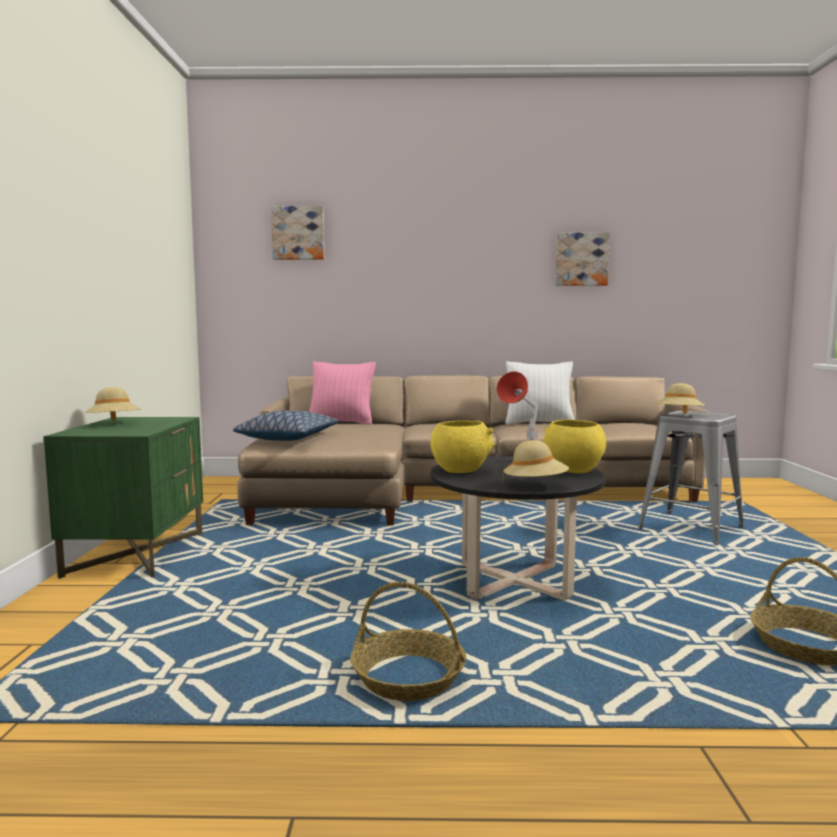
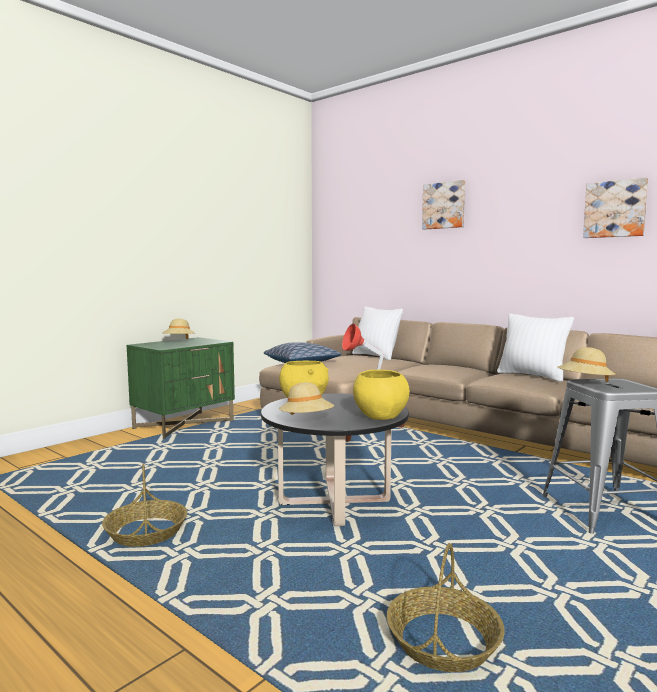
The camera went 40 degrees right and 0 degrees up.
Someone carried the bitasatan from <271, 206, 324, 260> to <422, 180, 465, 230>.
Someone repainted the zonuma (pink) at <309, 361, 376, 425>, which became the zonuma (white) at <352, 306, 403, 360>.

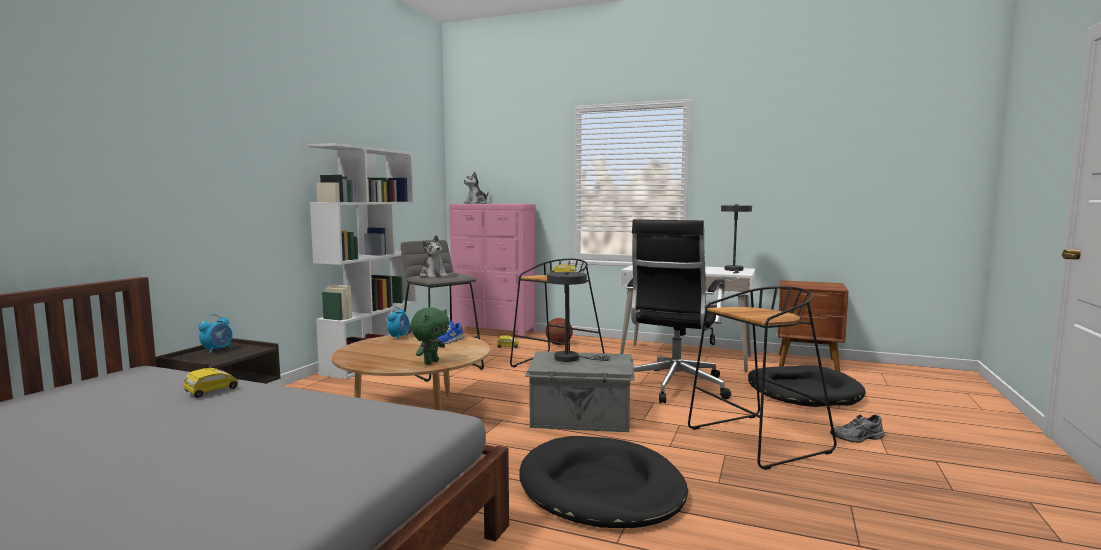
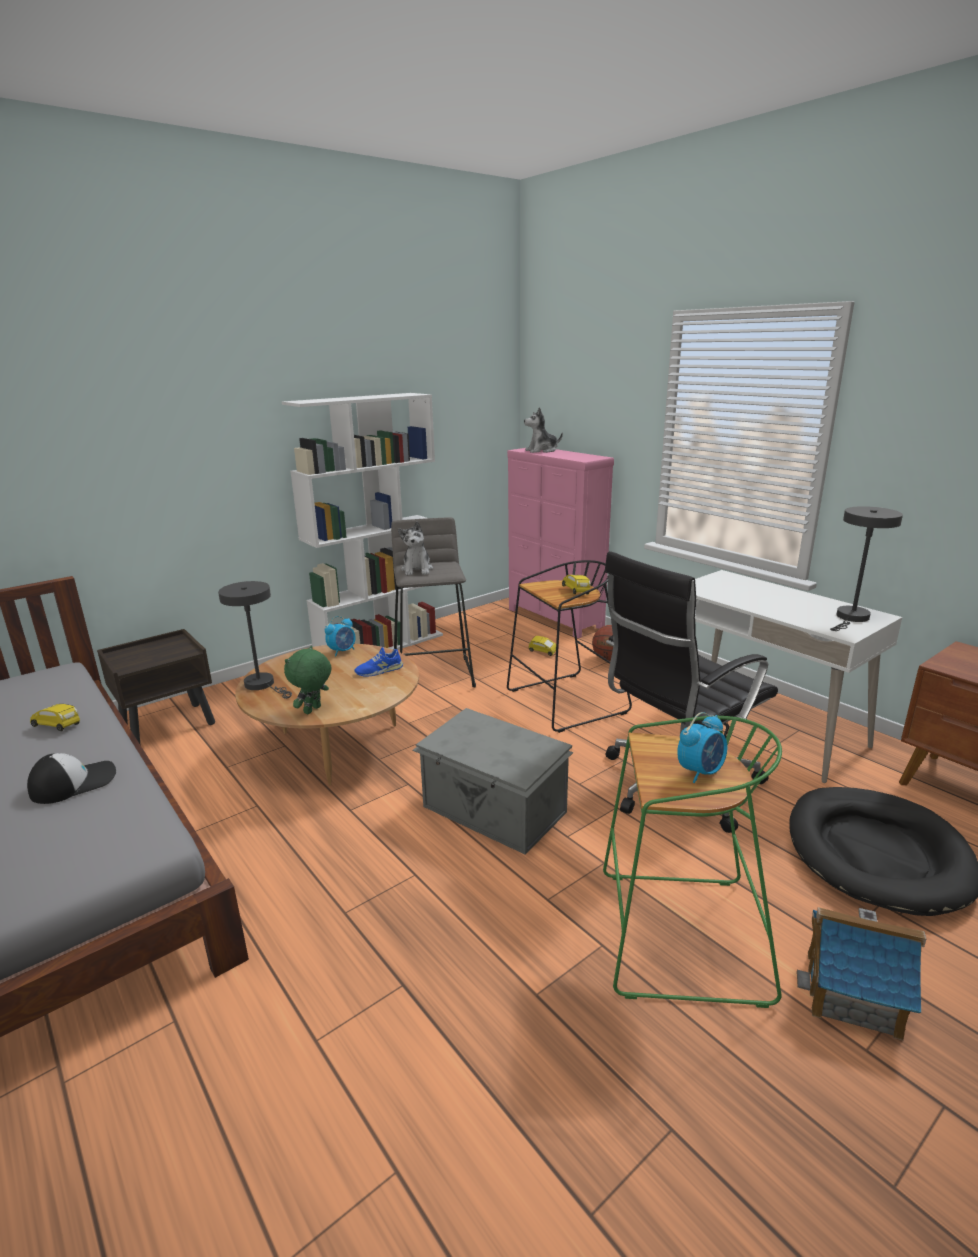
The camera went 30 degrees right and 15 degrees up.
Someone carried the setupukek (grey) from <547, 272, 610, 362> to <218, 581, 292, 699>.
Someone repainted the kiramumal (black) at <688, 286, 837, 470>, which became the kiramumal (green) at <603, 716, 782, 1008>.
Someone rotated the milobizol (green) at <410, 308, 449, 365> by 150 degrees clockwise.
Someone carried the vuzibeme from <199, 314, 232, 353> to <677, 712, 727, 783>.
Someone rotated the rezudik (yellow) at <183, 368, 238, 398> by 135 degrees counterclockwise.
Someone swapped the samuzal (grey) at <830, 415, 884, 443> for the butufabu at <797, 907, 926, 1041>.
Someone took away the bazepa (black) at <519, 436, 688, 528>.
Someone put down the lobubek at <27, 753, 116, 804>.

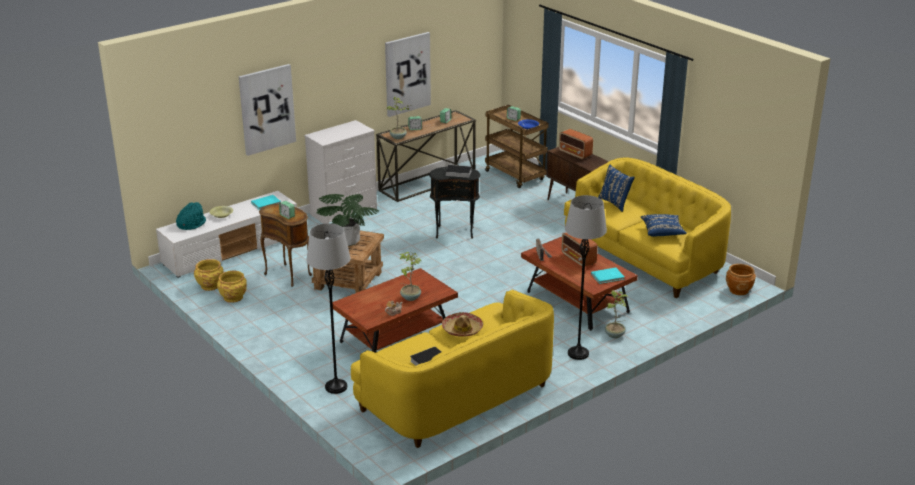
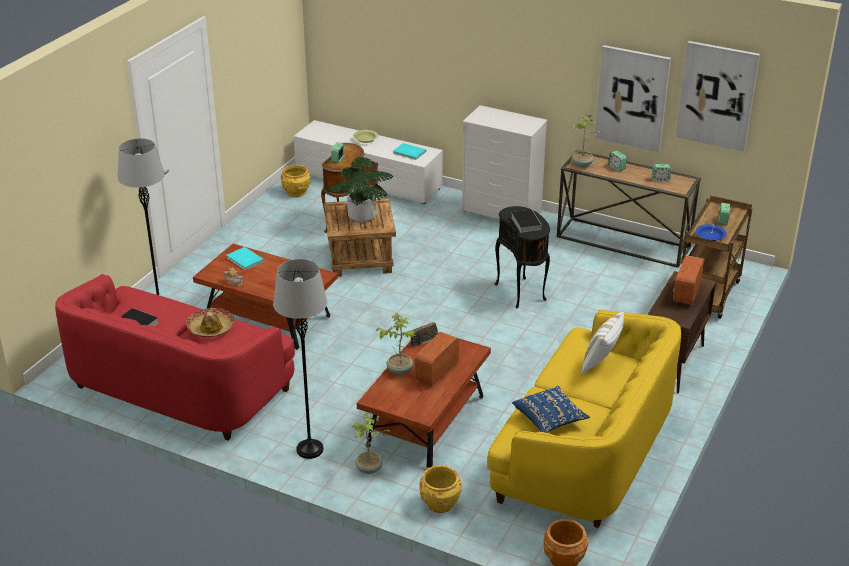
The camera went 65 degrees right and 5 degrees up.
Someone carried the bitasatan from <239, 64, 296, 156> to <676, 41, 760, 152>.
Someone repainted the zonuma (blue) at <598, 164, 635, 212>, which became the zonuma (white) at <581, 312, 624, 374>.
Someone took away the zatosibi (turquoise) at <176, 202, 206, 230>.
Someone carried the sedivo from <400, 252, 421, 301> to <376, 313, 416, 375>.
Someone carried the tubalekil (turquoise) from <591, 268, 625, 284> to <226, 247, 264, 270>.
Someone carried the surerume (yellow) from <217, 271, 247, 303> to <419, 465, 462, 513>.
Someone repainted the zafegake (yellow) at <351, 290, 554, 448>, which became the zafegake (red) at <55, 274, 295, 441>.

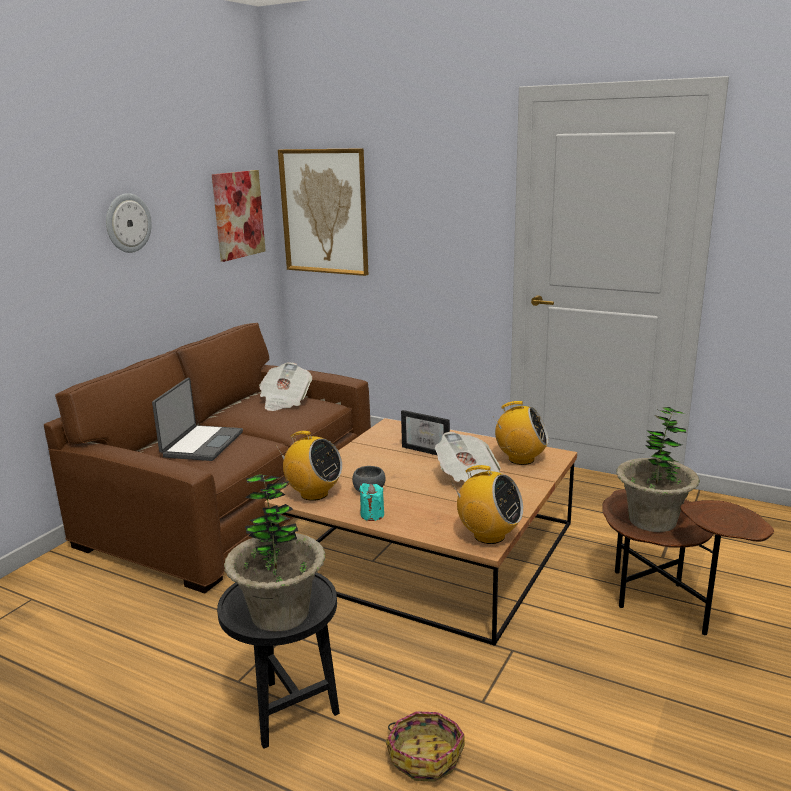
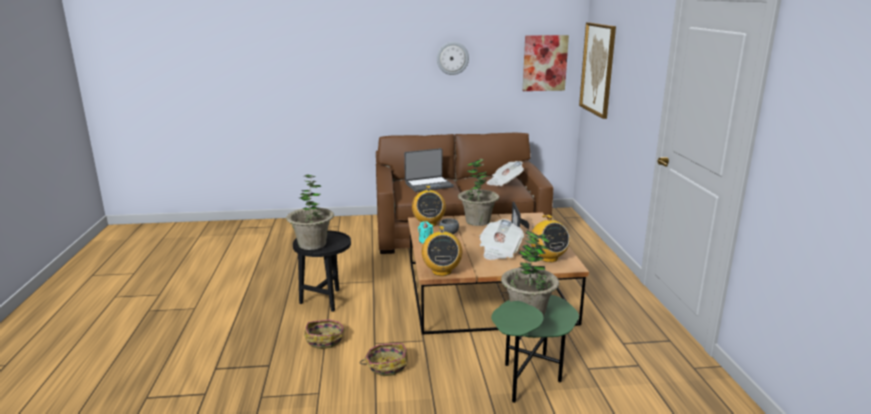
The camera went 55 degrees right and 0 degrees up.
Someone repainted the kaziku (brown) at <602, 489, 774, 635>, which became the kaziku (green) at <491, 295, 579, 403>.
Someone put down the sedivo at <458, 158, 499, 226>.
Someone put down the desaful at <360, 343, 408, 376>.

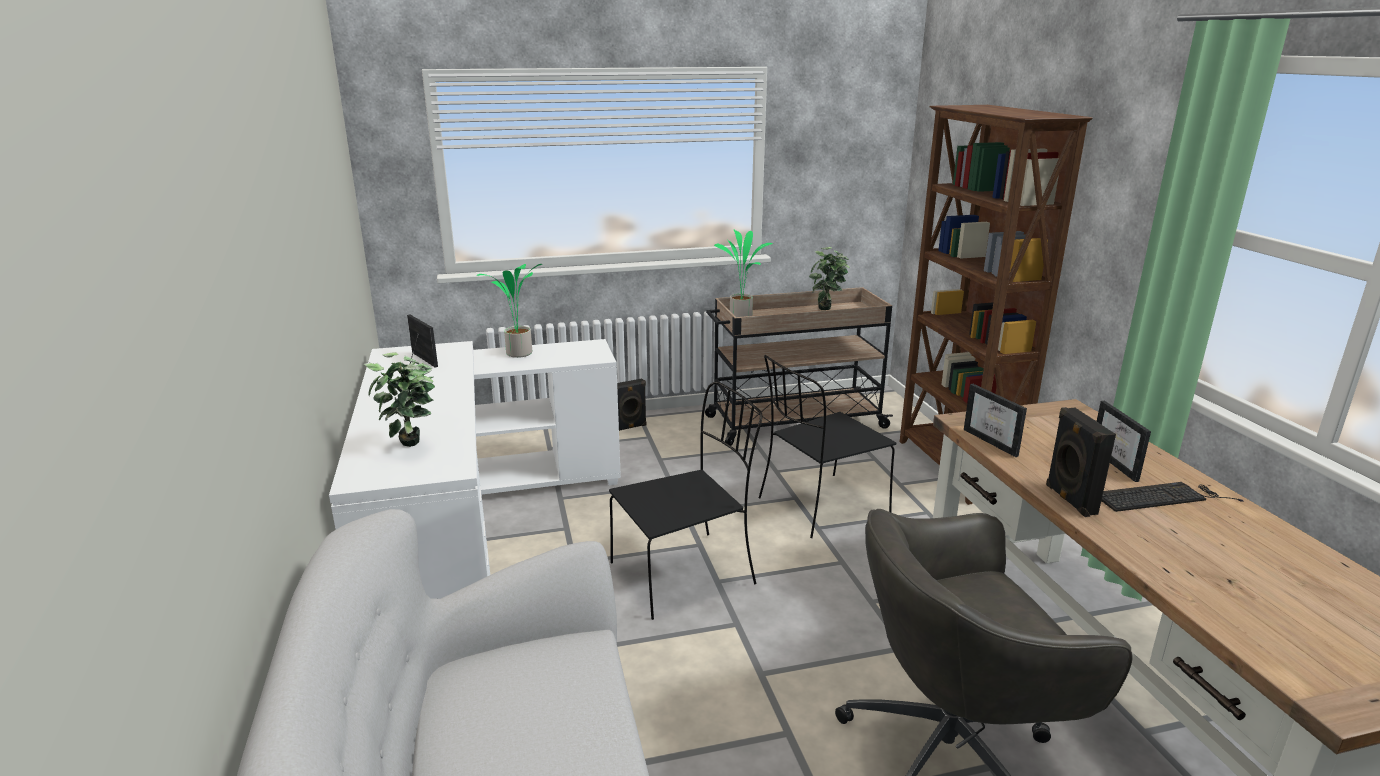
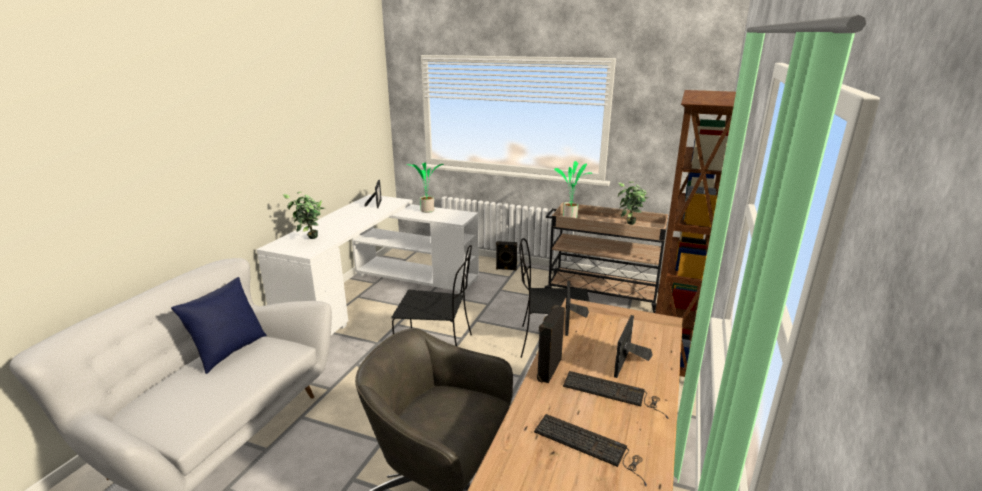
The camera went 35 degrees right and 0 degrees up.
Someone put down the zonuma (blue) at <171, 277, 267, 374>.
Someone put down the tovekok at <534, 414, 647, 486>.

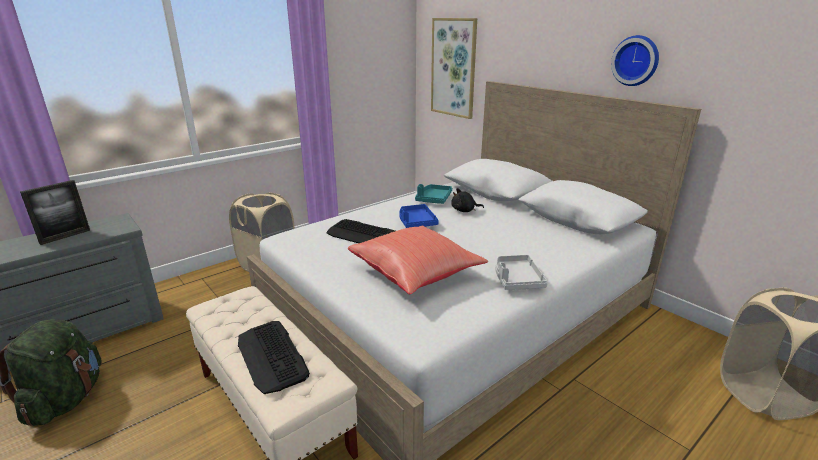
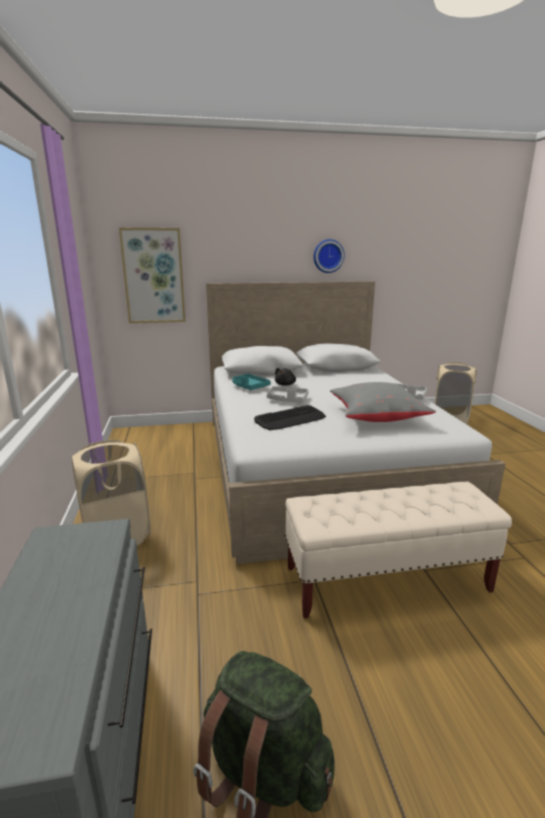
The camera went 60 degrees left and 5 degrees down.
Someone took away the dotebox at <20, 180, 90, 245>.
Someone repainted the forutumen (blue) at <399, 204, 439, 228>, which became the forutumen (grey) at <267, 386, 309, 403>.
Someone repainted the zonuma (red) at <348, 226, 488, 295>, which became the zonuma (grey) at <330, 382, 436, 422>.
Someone took away the tovekok at <238, 321, 310, 394>.

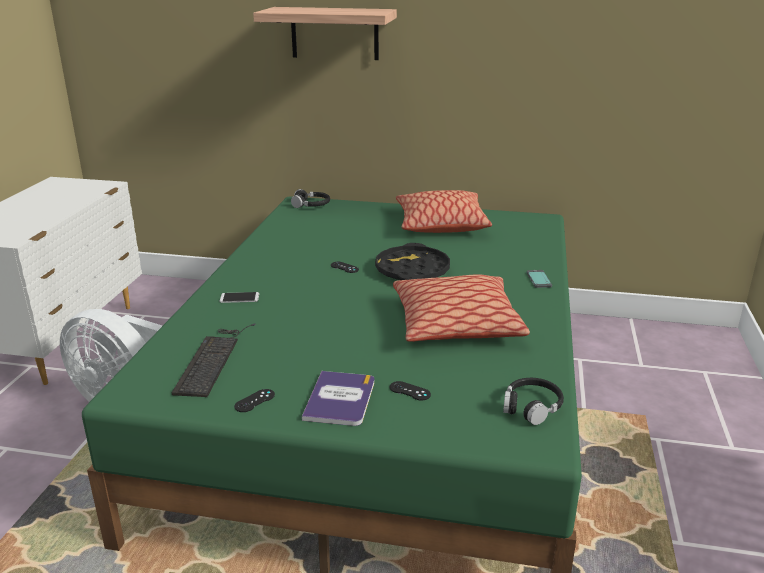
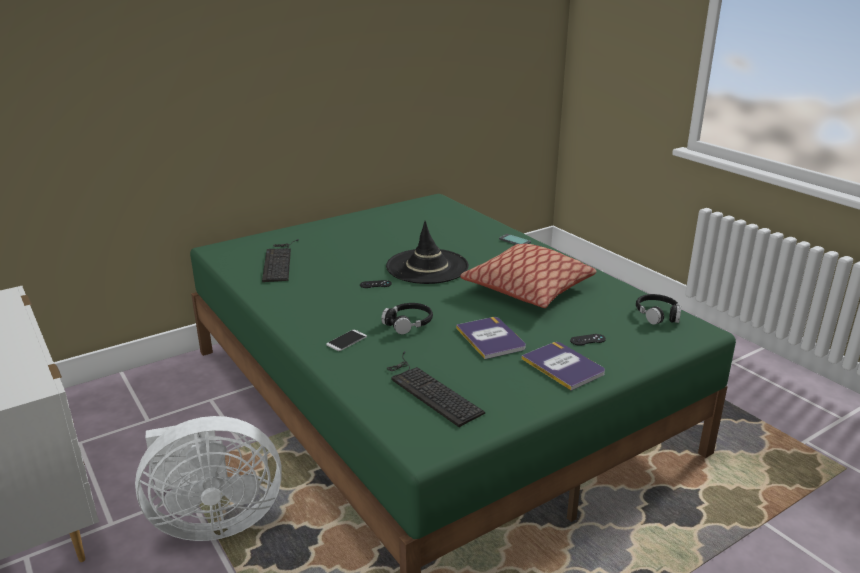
The camera went 45 degrees left and 0 degrees up.
Someone took away the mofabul at <253, 7, 397, 60>.
Someone carried the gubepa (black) from <291, 189, 330, 208> to <381, 303, 433, 334>.
Someone took away the zonuma at <396, 190, 492, 233>.
Someone swapped the forutumen (black) at <375, 243, 450, 280> for the zatosibi (black) at <386, 221, 469, 284>.
Someone took away the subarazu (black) at <234, 389, 275, 412>.
Someone put down the tovekok at <262, 239, 299, 282>.
Someone put down the tubalekil at <456, 317, 526, 359>.

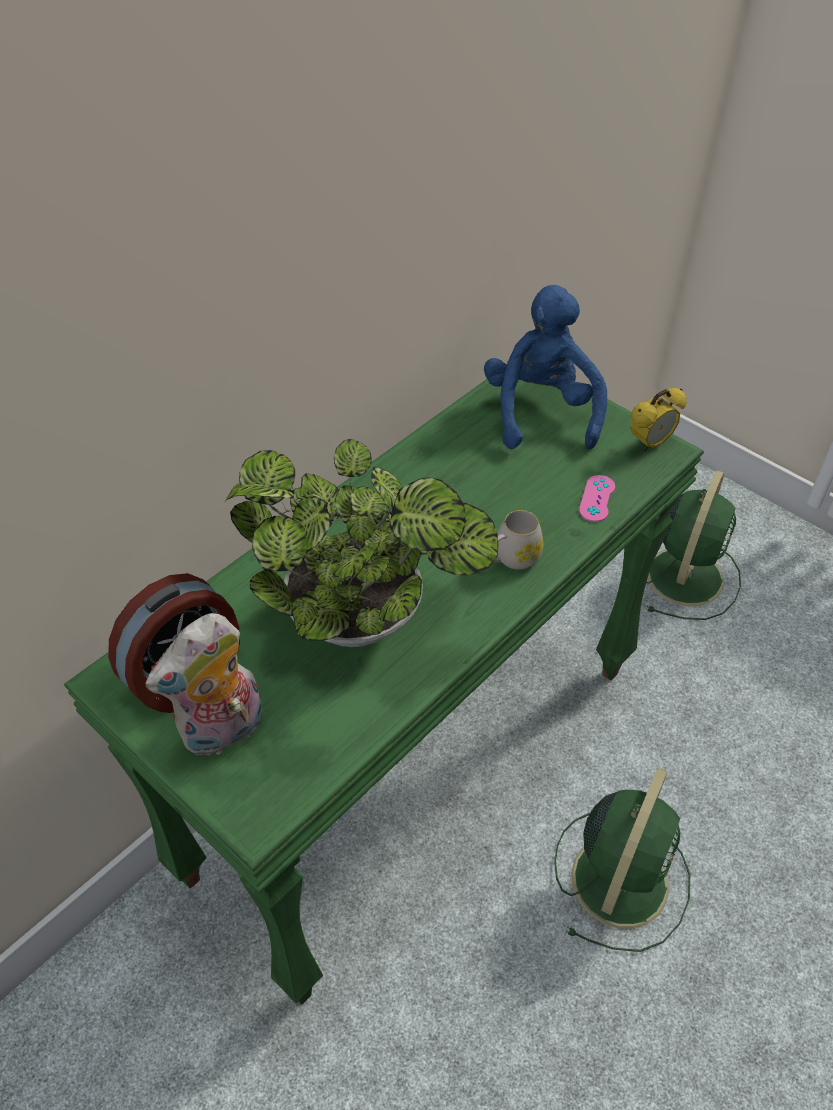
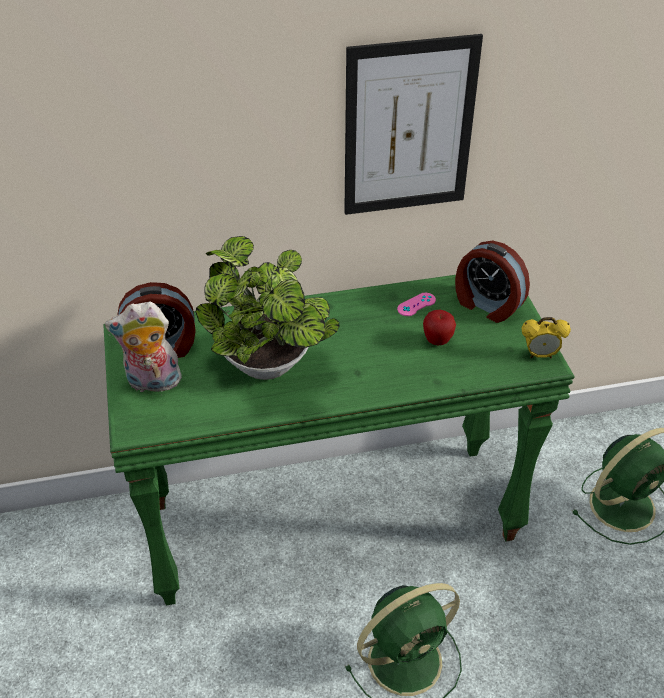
The camera went 35 degrees right and 5 degrees down.
Someone swapped the milobizol (blue) at <484, 285, 607, 449> for the vuzibeme at <455, 240, 530, 323>.
Someone carried the subarazu (pink) from <579, 475, 615, 522> to <397, 293, 436, 316>.
Someone took away the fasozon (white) at <494, 510, 543, 570>.
Someone put up the bitasatan at <344, 34, 483, 215>.
Someone put down the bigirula at <423, 310, 456, 346>.

